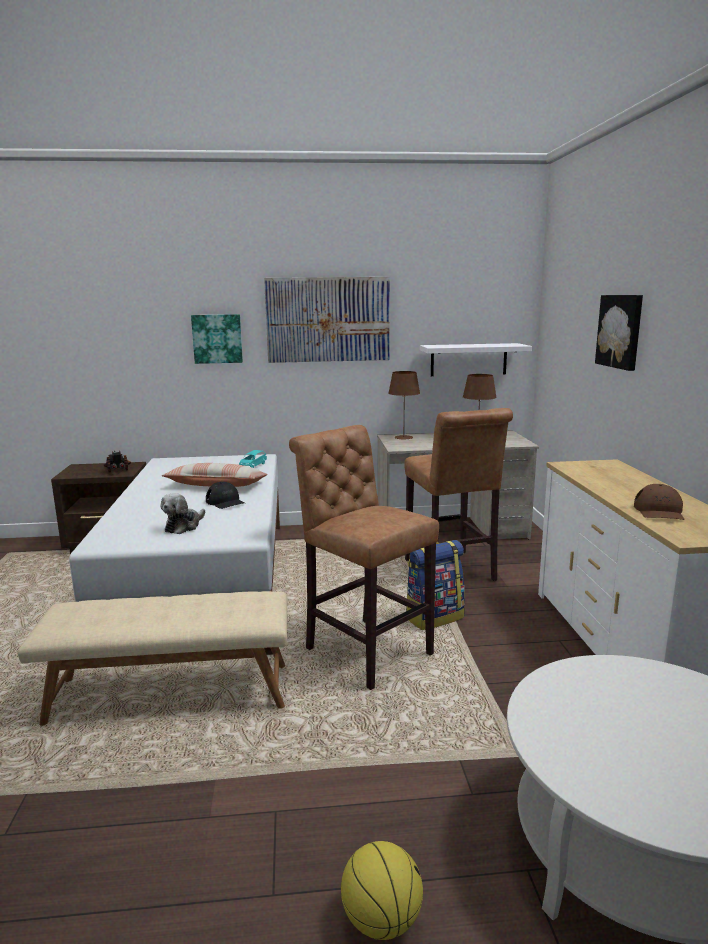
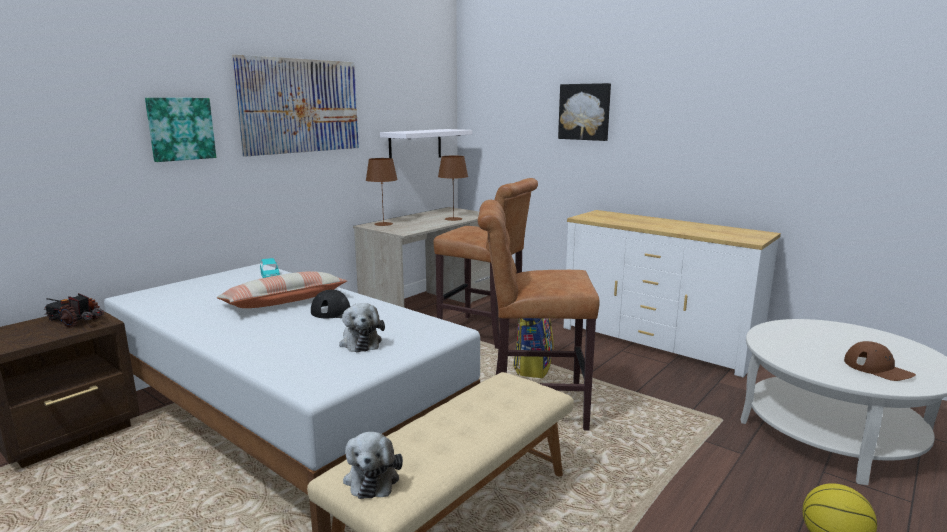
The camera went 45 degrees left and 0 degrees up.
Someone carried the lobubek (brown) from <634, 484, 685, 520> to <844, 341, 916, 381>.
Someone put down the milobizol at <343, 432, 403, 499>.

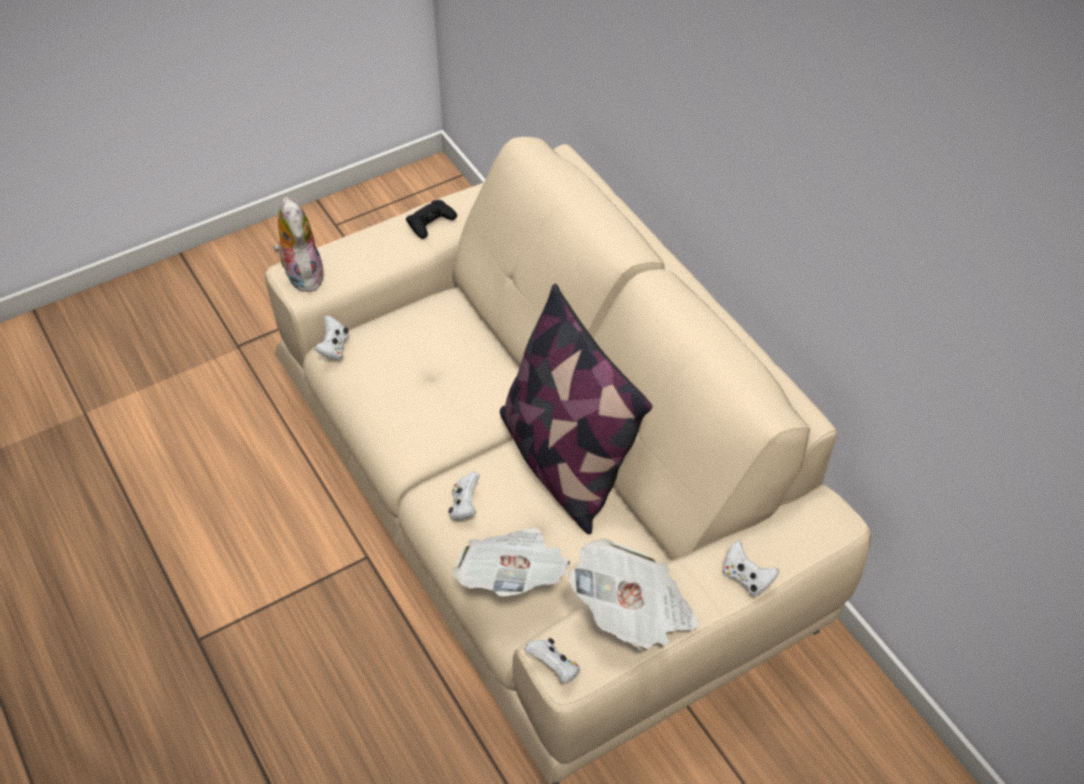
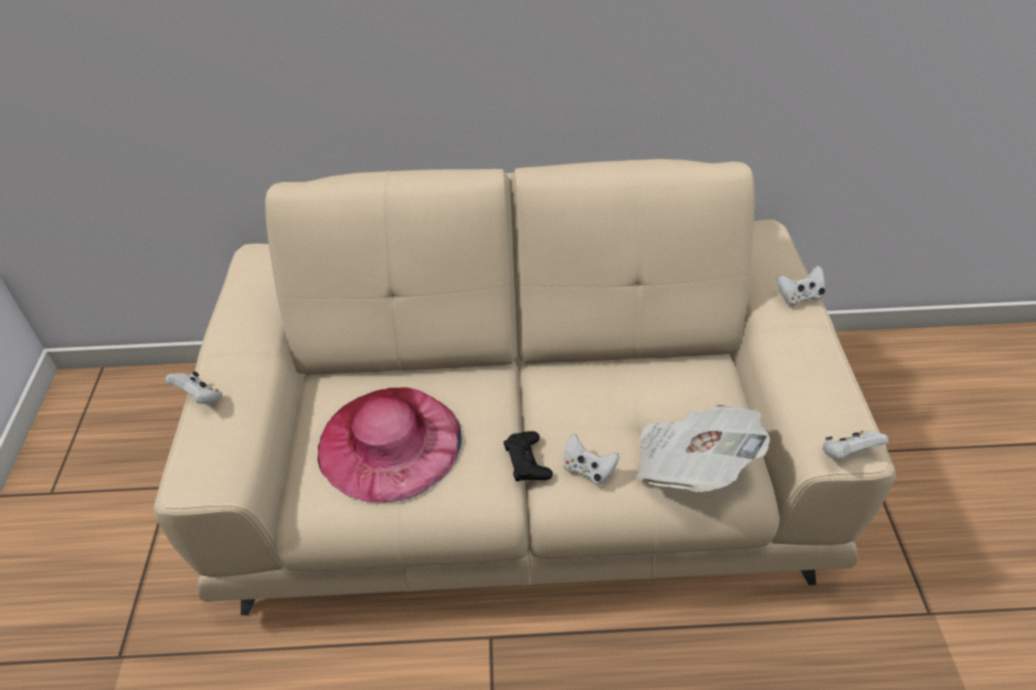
The camera went 60 degrees left and 5 degrees down.
Someone took away the milobizol at <273, 197, 324, 292>.
Someone carried the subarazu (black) from <406, 200, 457, 239> to <504, 431, 553, 481>.
Someone took away the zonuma at <500, 283, 653, 534>.
Someone carried the subarazu (white) from <314, 315, 349, 360> to <165, 371, 223, 404>.
Someone took away the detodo at <568, 538, 699, 650>.
Someone put down the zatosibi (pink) at <318, 387, 462, 502>.

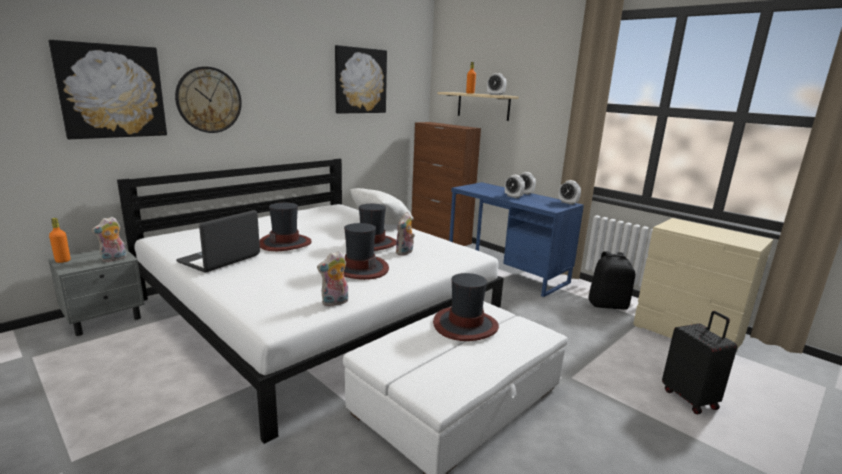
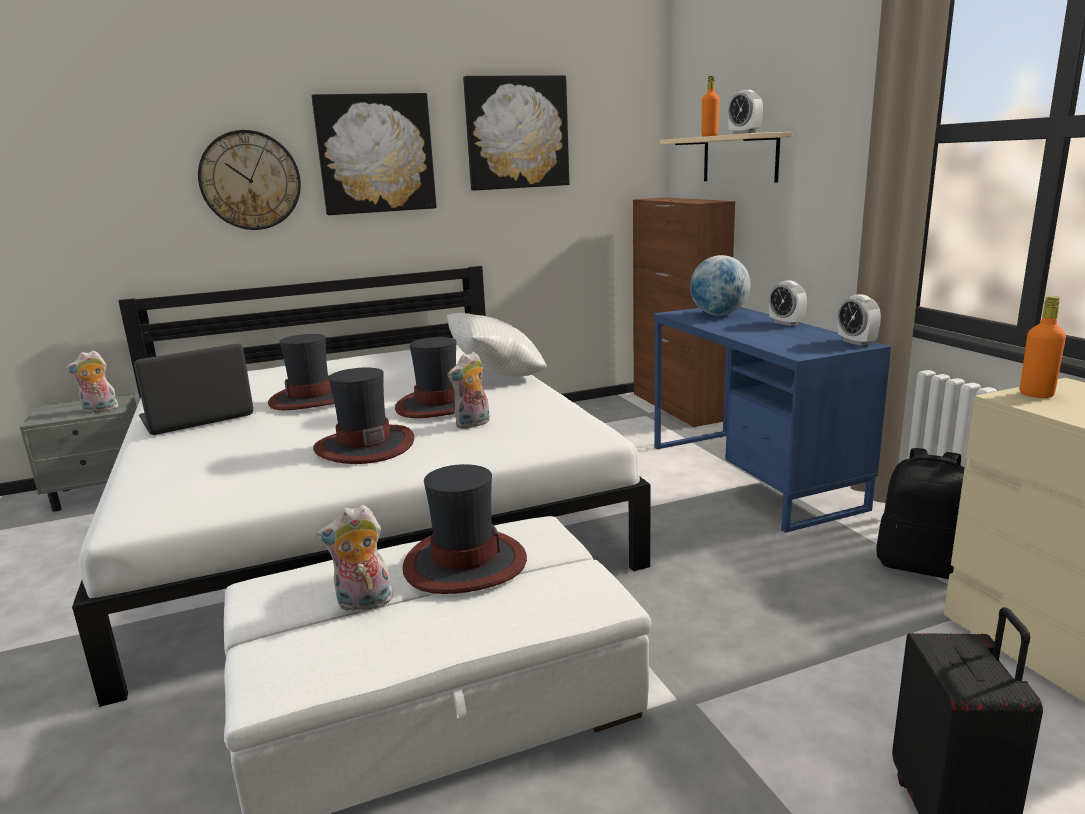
The camera went 25 degrees right and 0 degrees up.
Someone carried the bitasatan from <48, 40, 167, 139> to <311, 93, 437, 215>.
Someone took away the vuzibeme at <505, 175, 525, 198>.
Someone carried the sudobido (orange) from <49, 218, 70, 263> to <1020, 296, 1066, 398>.
Someone carried the milobizol from <317, 251, 348, 306> to <317, 505, 394, 611>.
Someone put down the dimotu at <690, 255, 751, 315>.

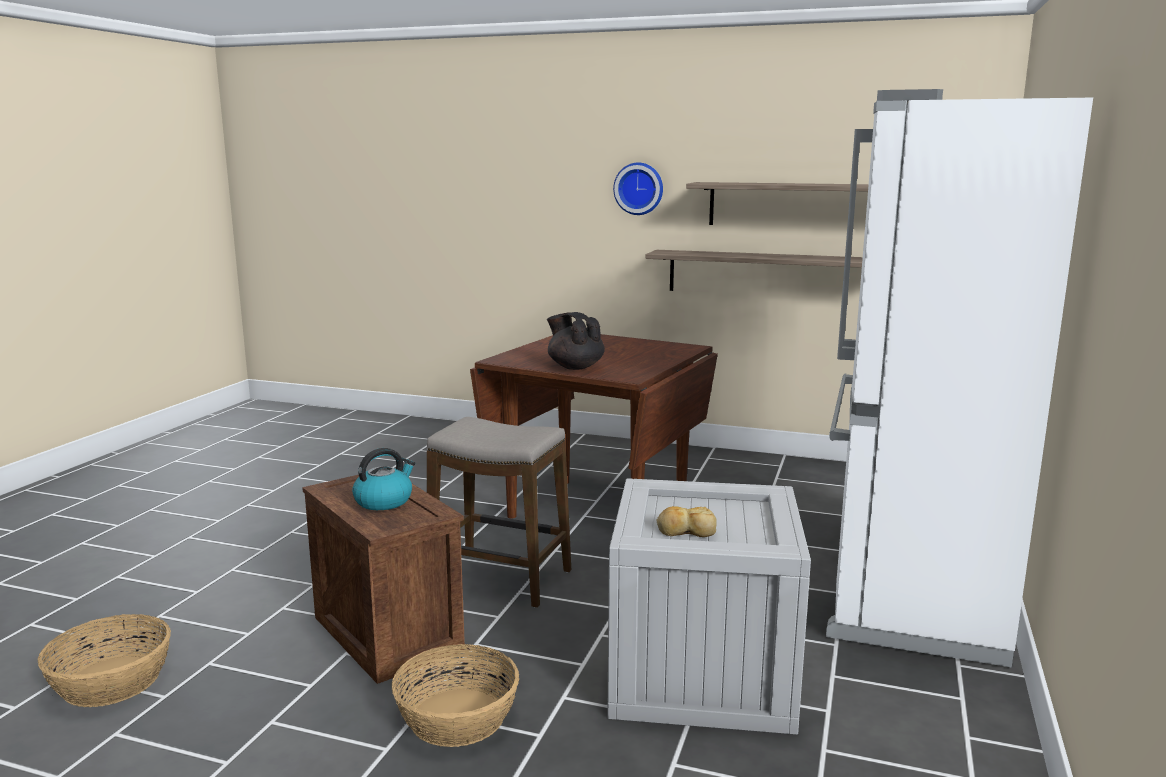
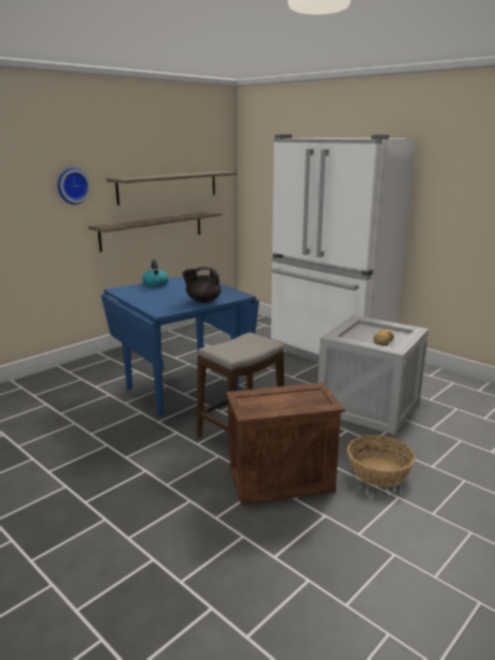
The camera went 65 degrees left and 5 degrees up.
Someone repainted the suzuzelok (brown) at <470, 334, 718, 518>, which became the suzuzelok (blue) at <101, 274, 259, 416>.
Someone carried the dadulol from <352, 448, 415, 510> to <142, 260, 169, 287>.
Someone took away the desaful at <38, 614, 171, 707>.

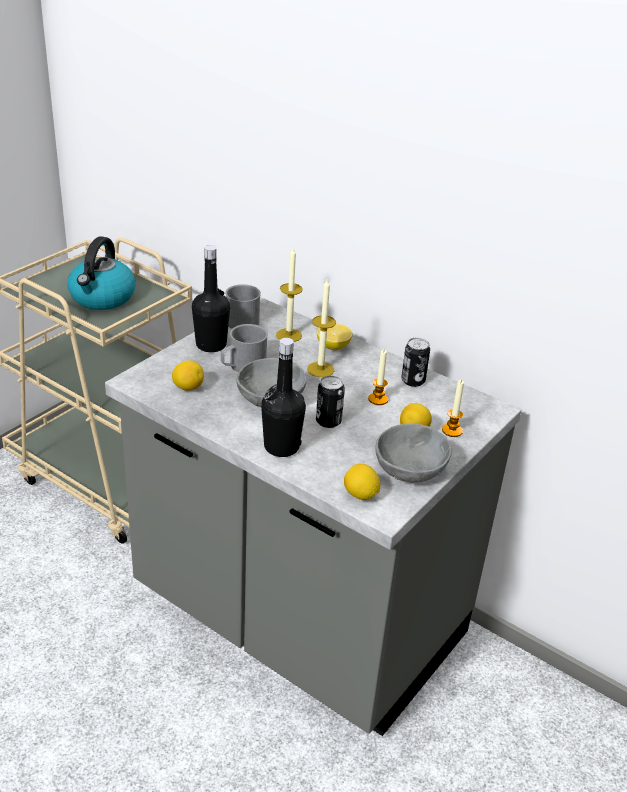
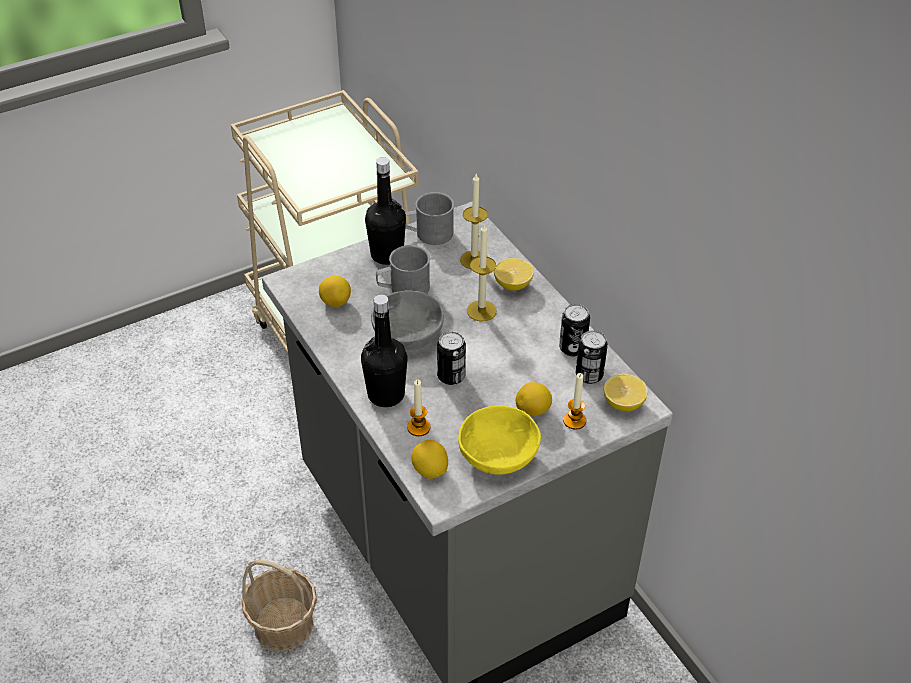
The camera went 25 degrees right and 10 degrees up.
Someone took away the dadulol at <67, 236, 135, 310>.
Someone carried the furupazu from <368, 349, 388, 405> to <407, 380, 431, 436>.
Someone repainted the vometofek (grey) at <375, 424, 452, 483>, which became the vometofek (yellow) at <458, 405, 541, 475>.
Someone put down the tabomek at <576, 330, 608, 384>.
Someone put down the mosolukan at <604, 374, 648, 411>.
Someone put down the desaful at <241, 560, 317, 651>.

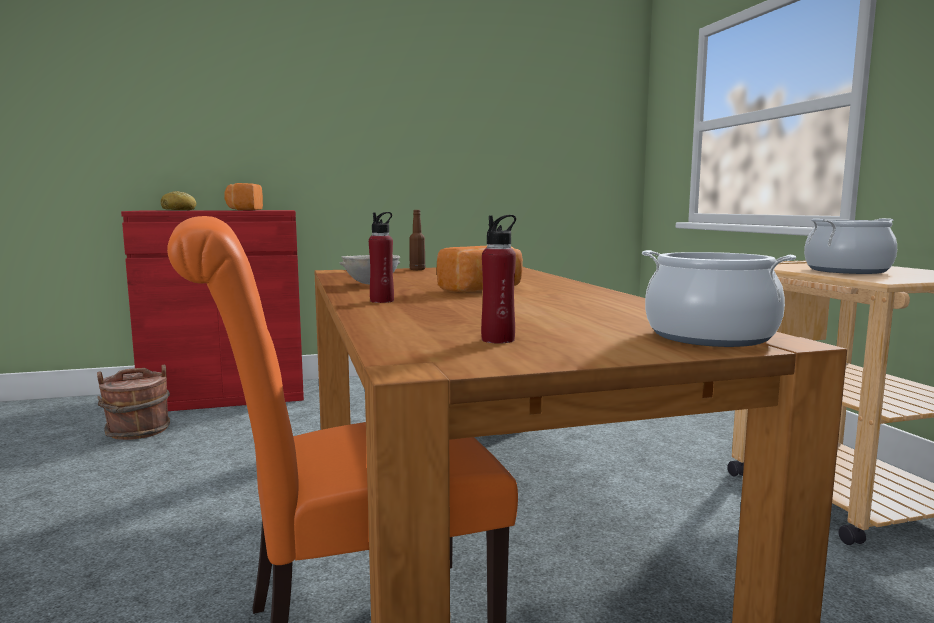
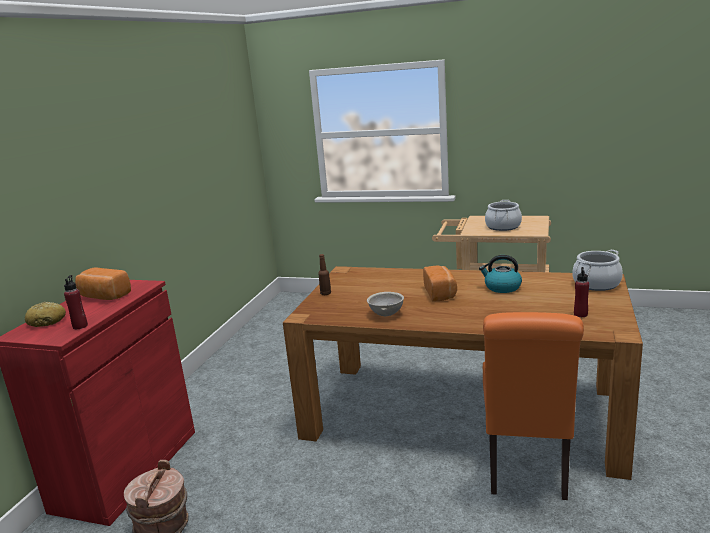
The camera went 55 degrees left and 10 degrees up.
Someone carried the sudobido (red) from <369, 212, 394, 303> to <64, 275, 88, 329>.
Someone put down the dadulol at <479, 255, 522, 293>.

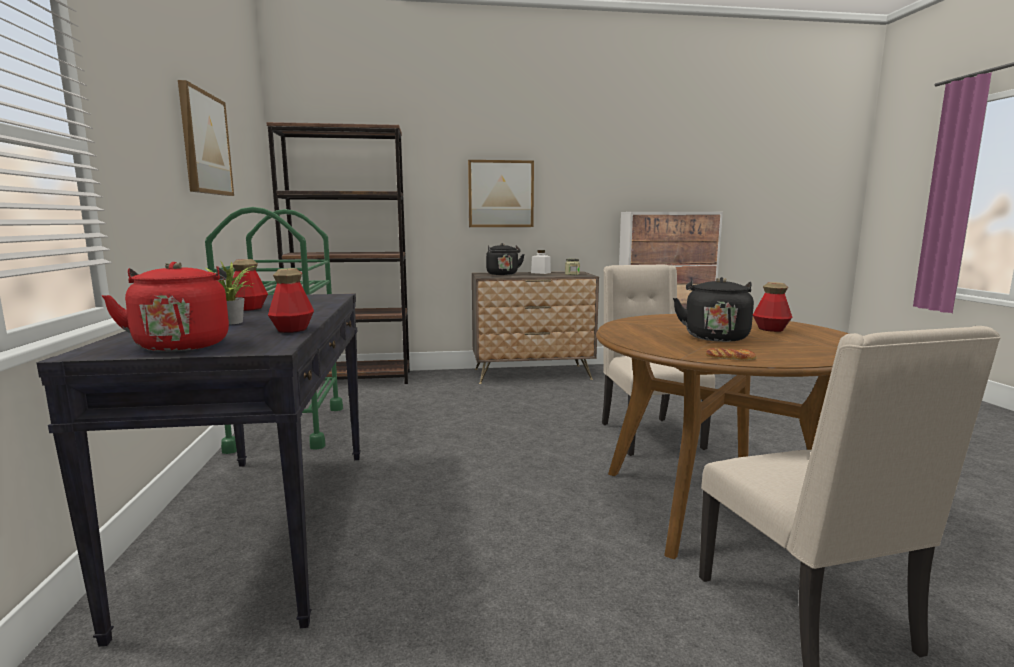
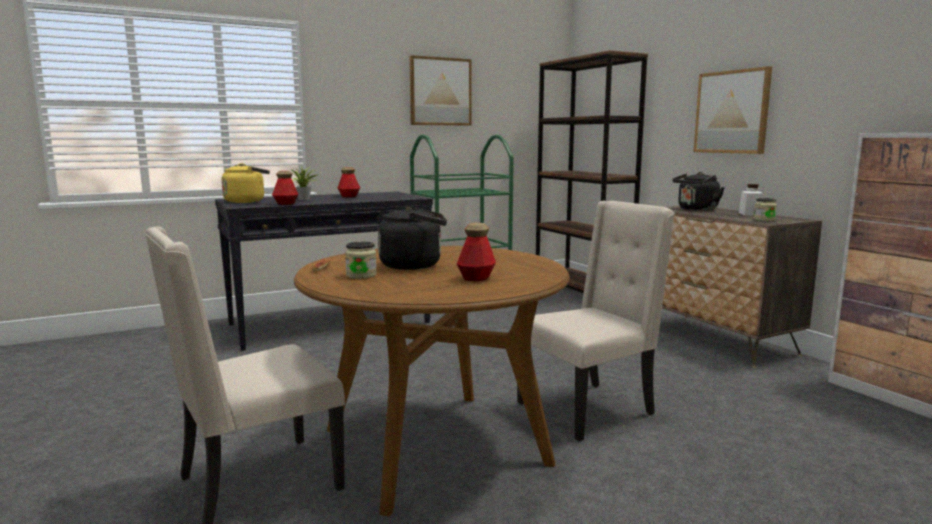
The camera went 70 degrees right and 0 degrees up.
Someone repainted the dadulol (red) at <102, 262, 229, 352>, which became the dadulol (yellow) at <222, 163, 270, 203>.
Someone put down the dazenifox at <345, 242, 377, 279>.

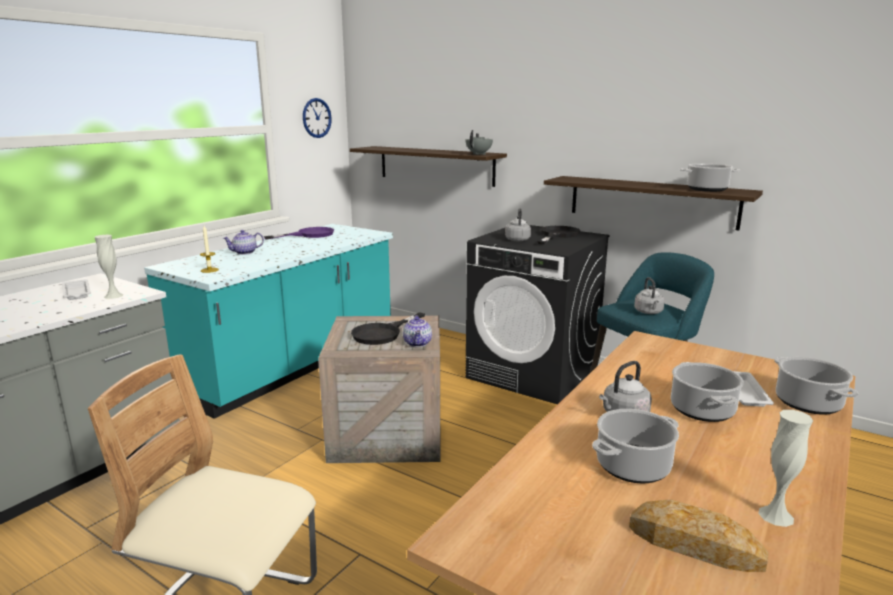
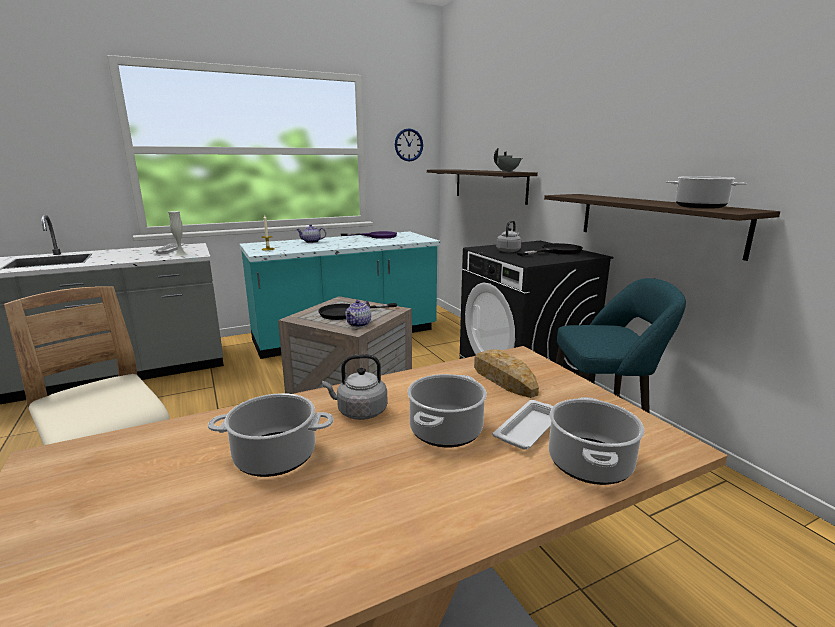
The camera went 30 degrees right and 0 degrees up.
Someone took away the dadulol (grey) at <634, 277, 665, 314>.
Someone took away the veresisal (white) at <758, 410, 813, 527>.
Someone carried the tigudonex from <629, 500, 768, 572> to <474, 349, 539, 398>.

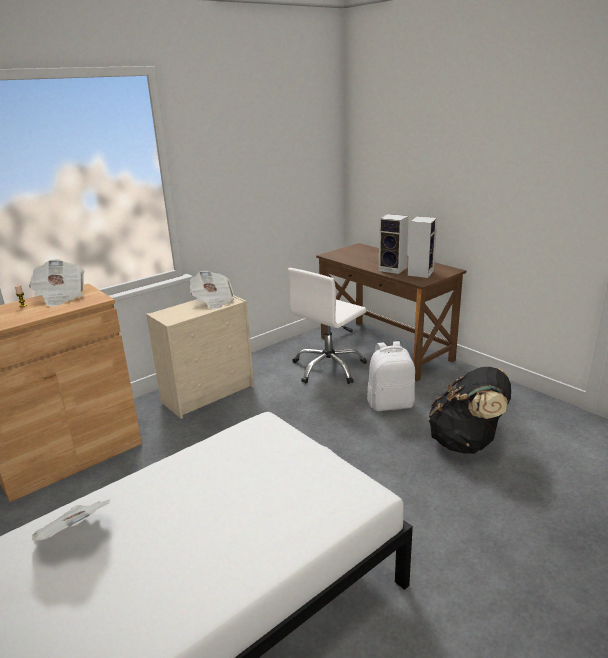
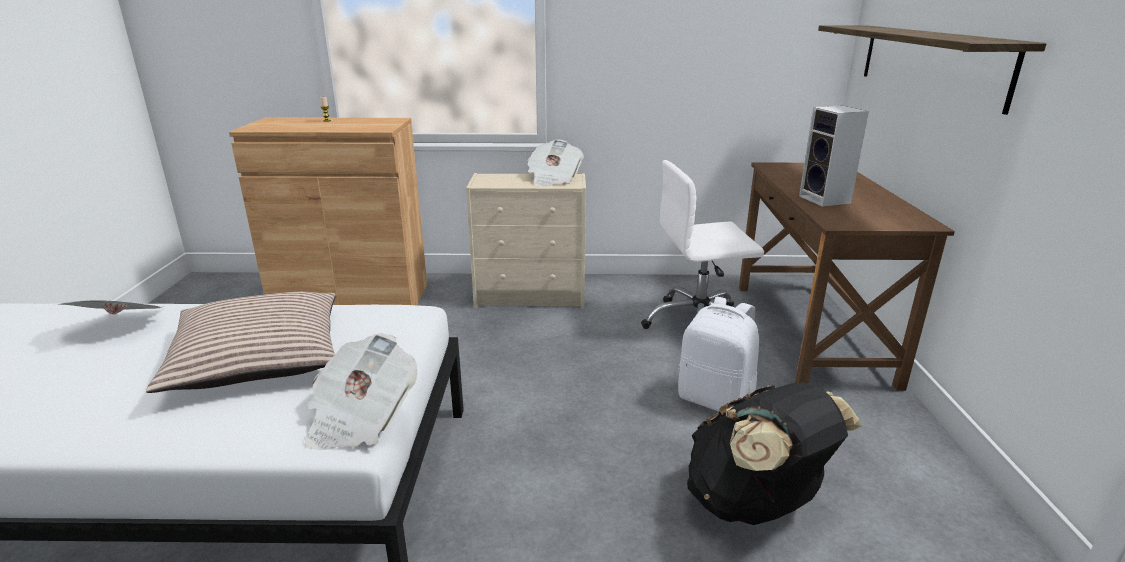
The camera went 40 degrees right and 0 degrees up.
Someone took away the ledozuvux at <408, 216, 437, 278>.
Someone carried the detodo from <29, 259, 84, 307> to <305, 333, 418, 450>.
Someone put up the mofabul at <818, 25, 1047, 115>.
Someone put down the zonuma at <146, 292, 336, 393>.

